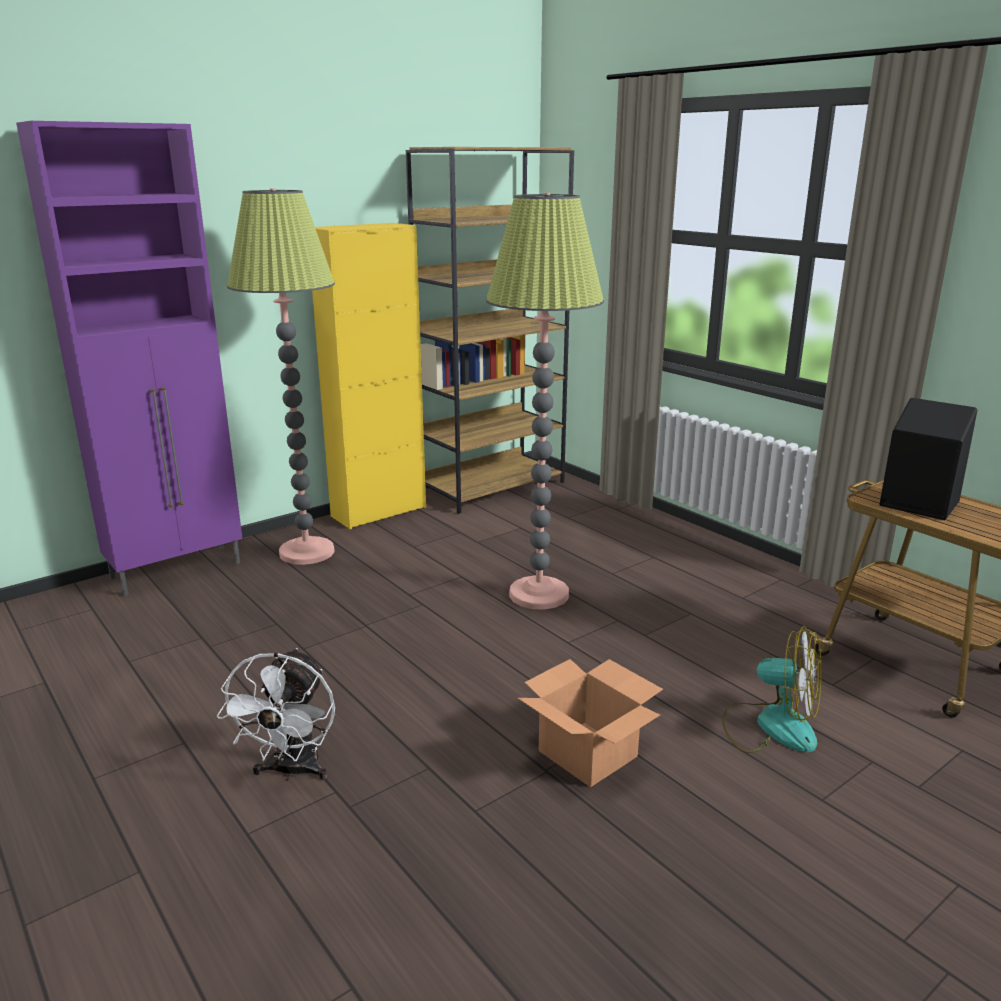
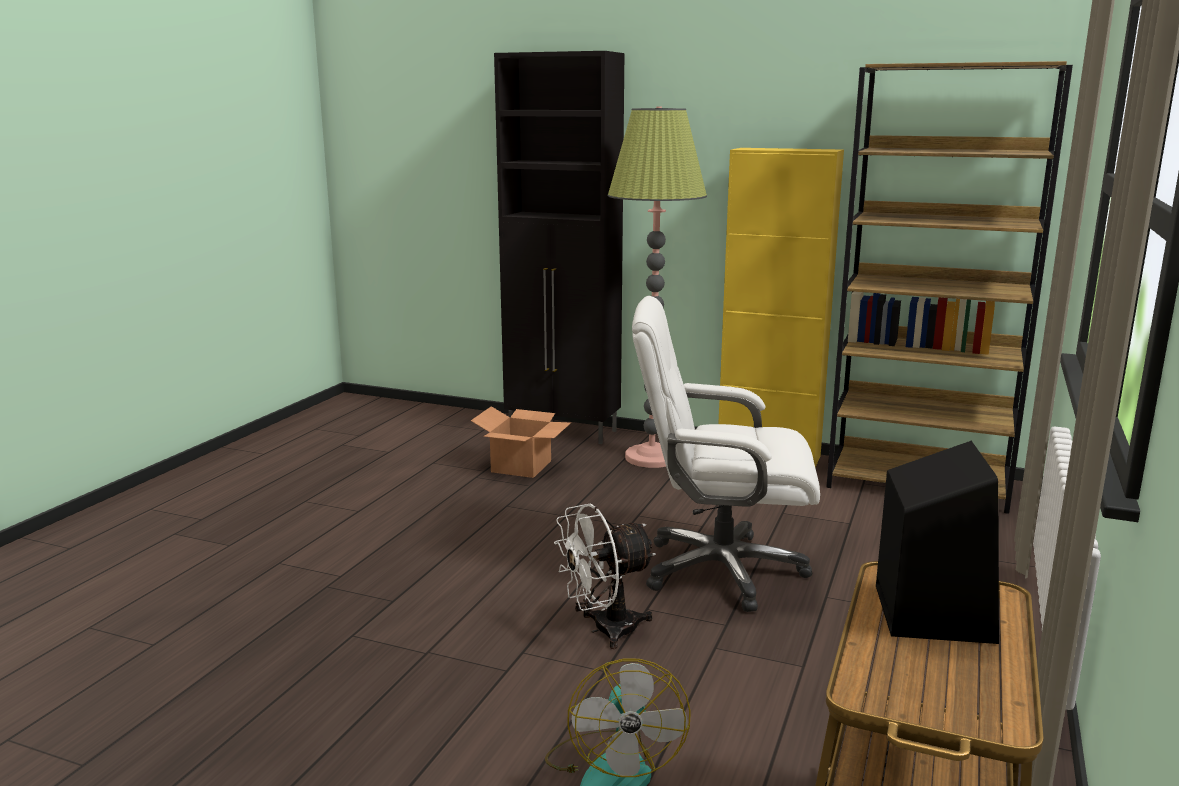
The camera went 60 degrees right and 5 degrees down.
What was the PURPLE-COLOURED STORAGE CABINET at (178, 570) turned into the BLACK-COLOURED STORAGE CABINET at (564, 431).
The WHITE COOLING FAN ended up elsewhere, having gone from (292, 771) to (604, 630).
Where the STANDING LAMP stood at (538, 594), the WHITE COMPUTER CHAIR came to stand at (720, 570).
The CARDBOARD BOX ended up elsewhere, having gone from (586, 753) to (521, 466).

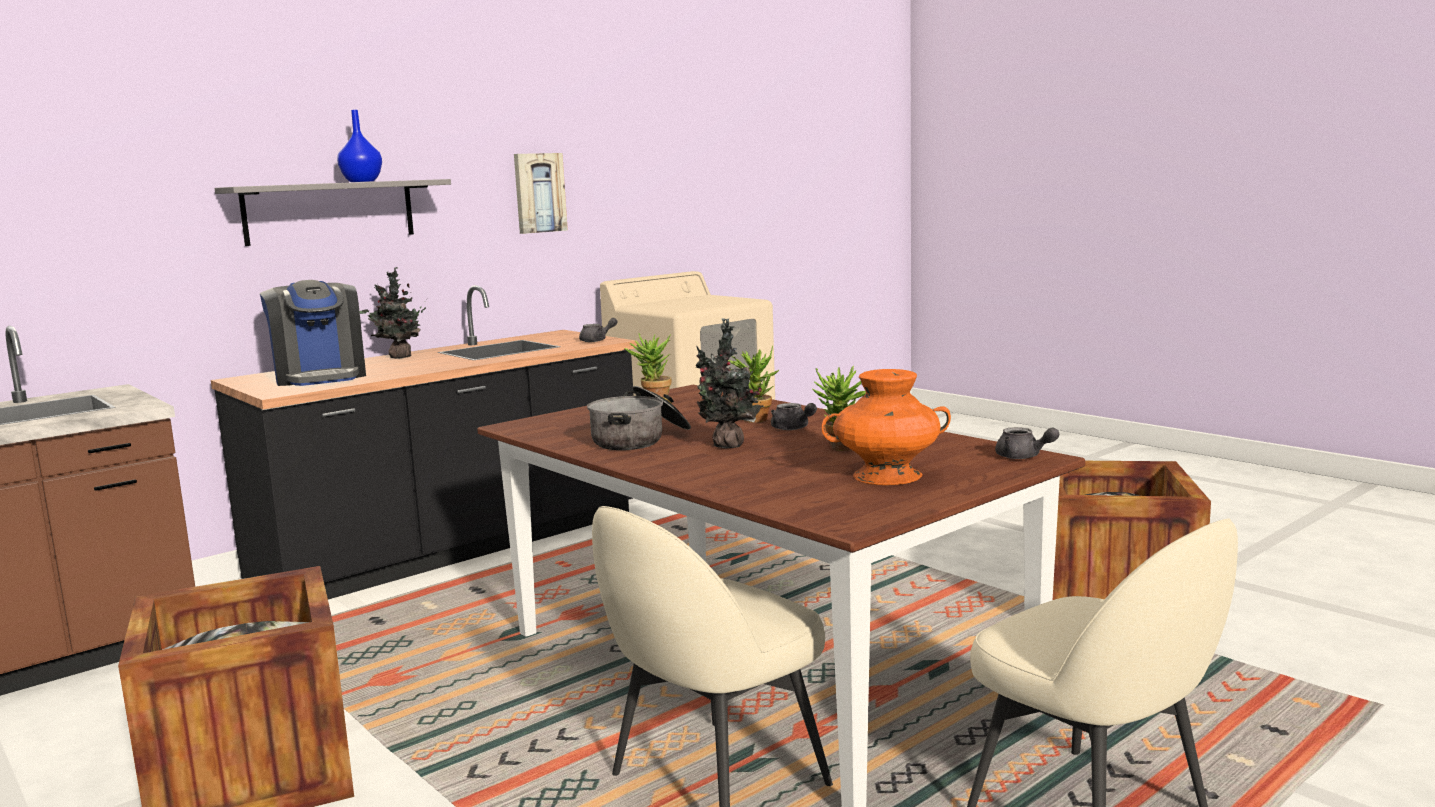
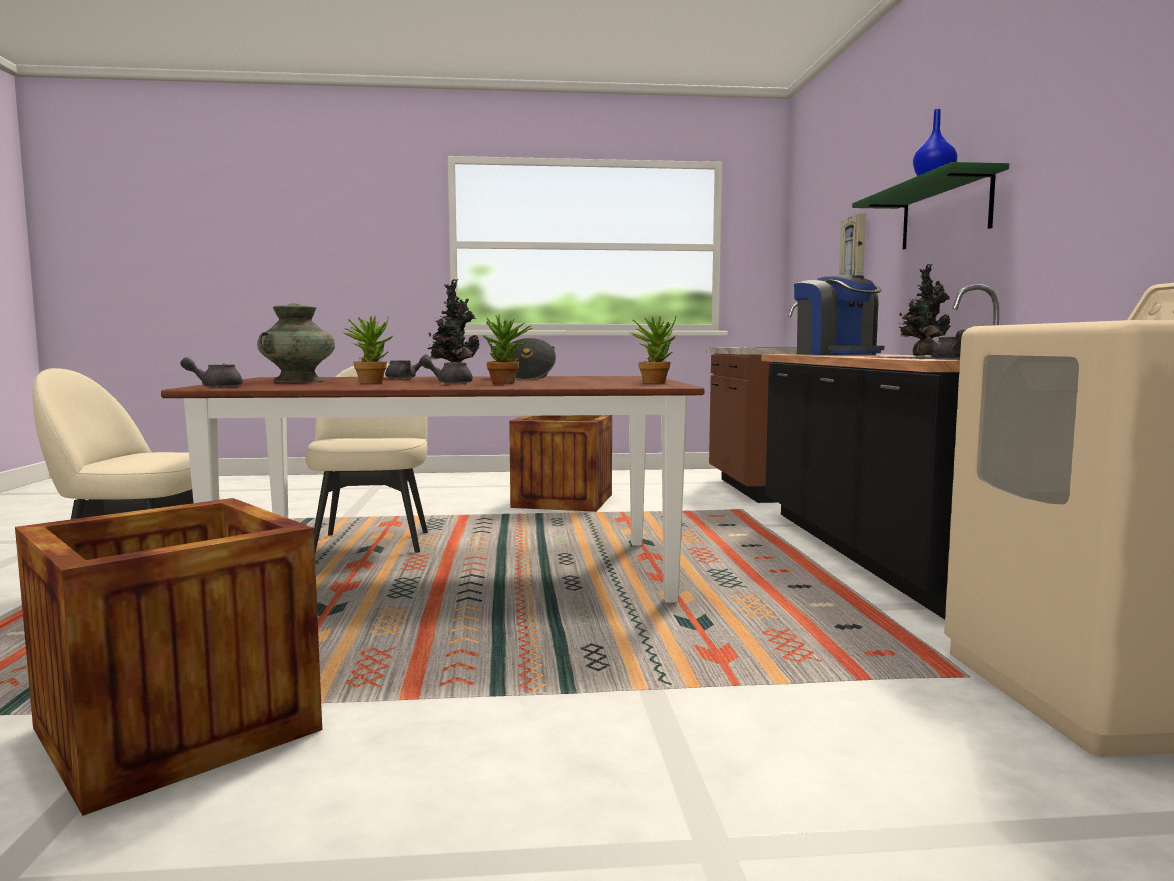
The camera went 125 degrees right and 5 degrees down.
What was the GREY WALL SHELF at (330, 211) turned into the GREEN-COLOURED WALL SHELF at (945, 213).
The COFFEE MAKER at (320, 377) ended up facing another way, 120 degrees counterclockwise from before.
The PICTURE ended up elsewhere, having gone from (539, 193) to (854, 250).
What was the ORANGEY FLOWER VASE at (886, 476) turned into the TURQUOISE FLOWER VASE at (299, 381).
The second view gained the GREY TEAPOT at (406, 378).

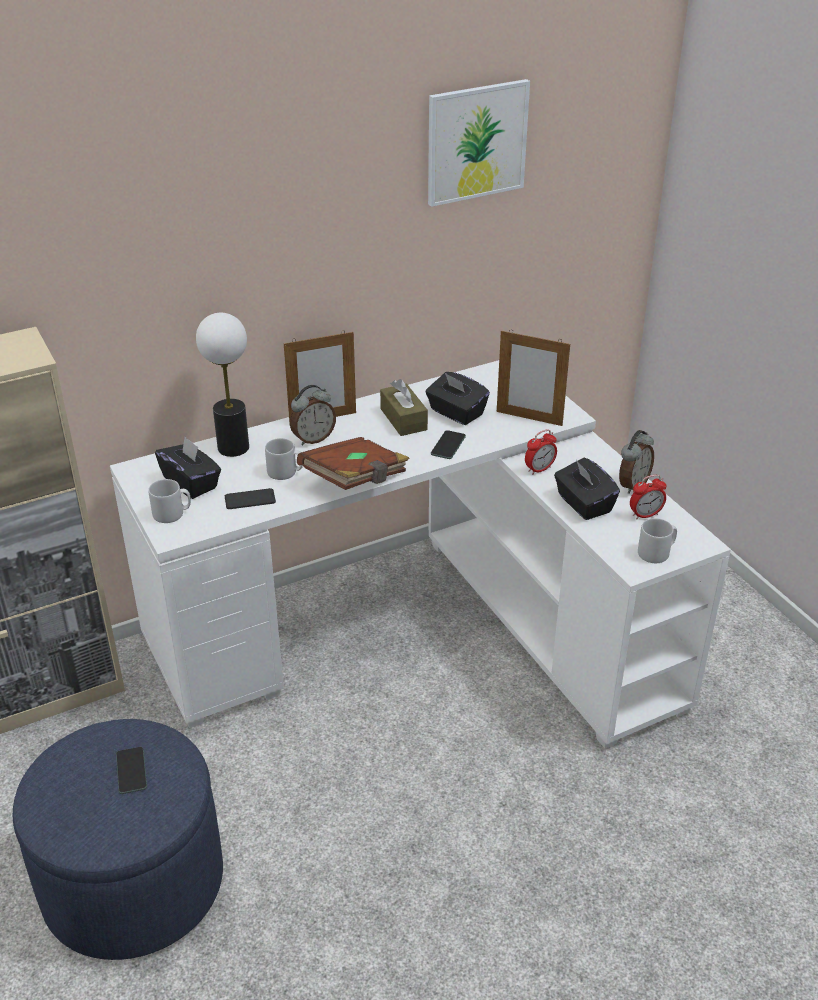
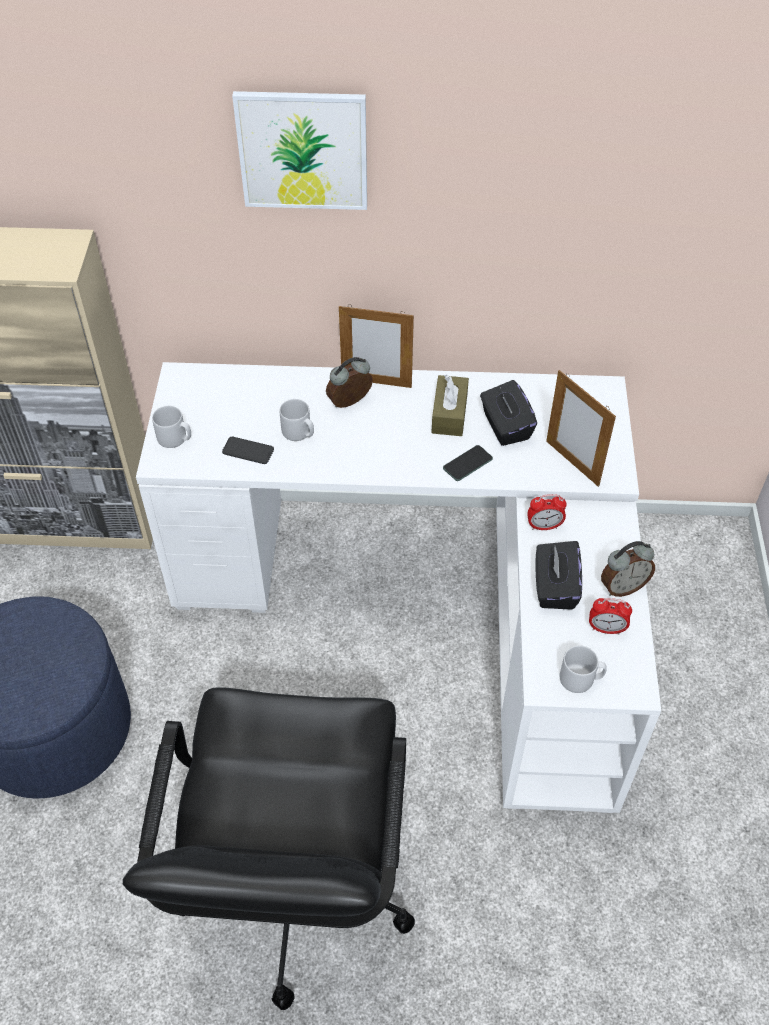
The camera went 30 degrees right and 15 degrees up.
The second view lost the HANDSET at (131, 771).
The second view lost the BLACK-COLOURED TISSUE HOLDER at (191, 483).
The second view lost the TABLETOP LAMP at (233, 447).
The TABLE CLOCK at (313, 439) ended up facing another way, 150 degrees clockwise from before.
The second view lost the BROWN-COLOURED BOOK at (356, 480).
The PICTURE ended up elsewhere, having gone from (476, 142) to (303, 150).
The second view gained the BLACK-COLOURED COMPUTER CHAIR at (294, 885).

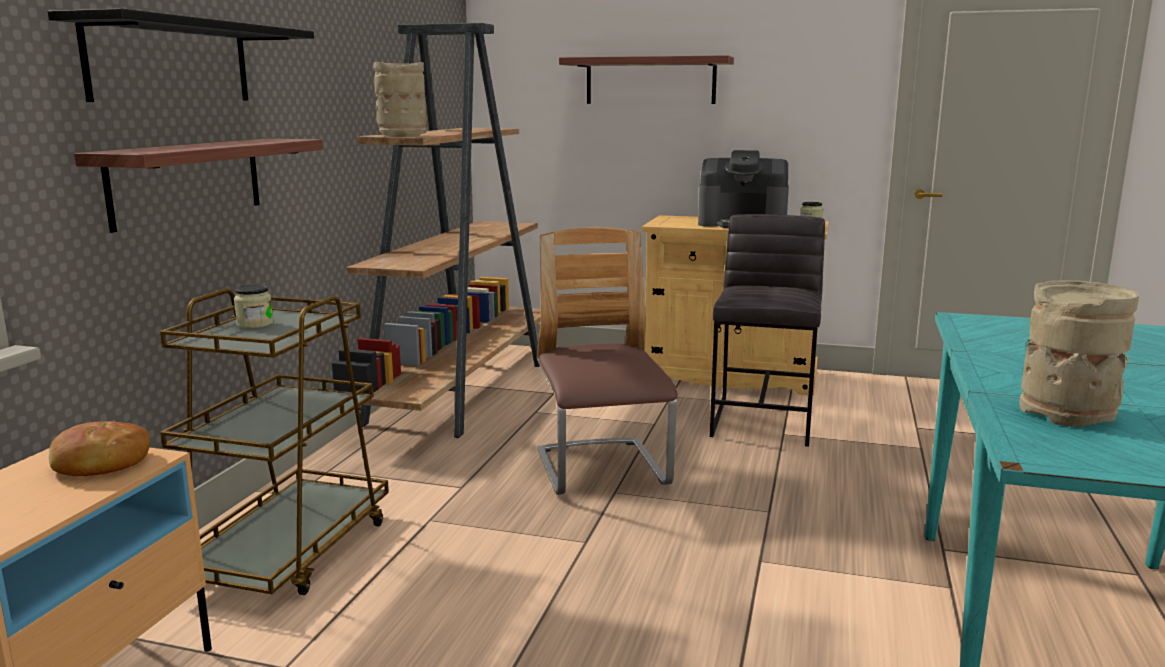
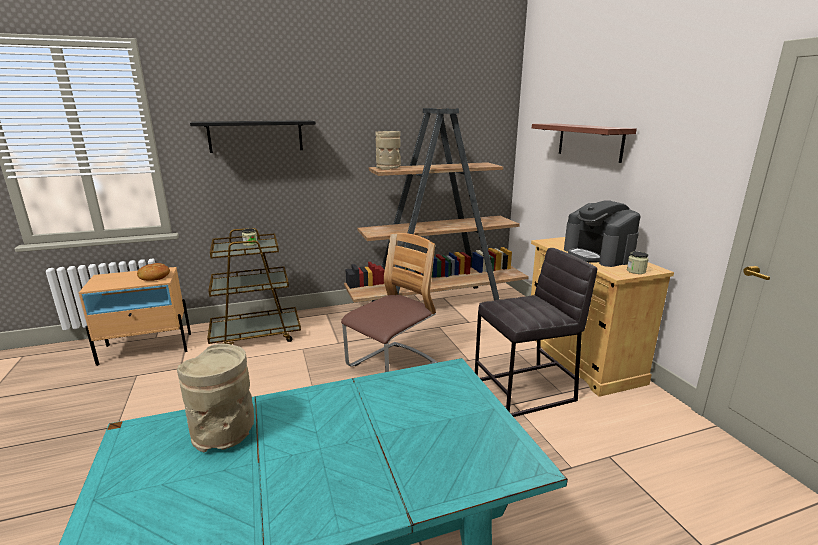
The camera went 55 degrees right and 5 degrees up.
The second view lost the WALL SHELF at (187, 181).

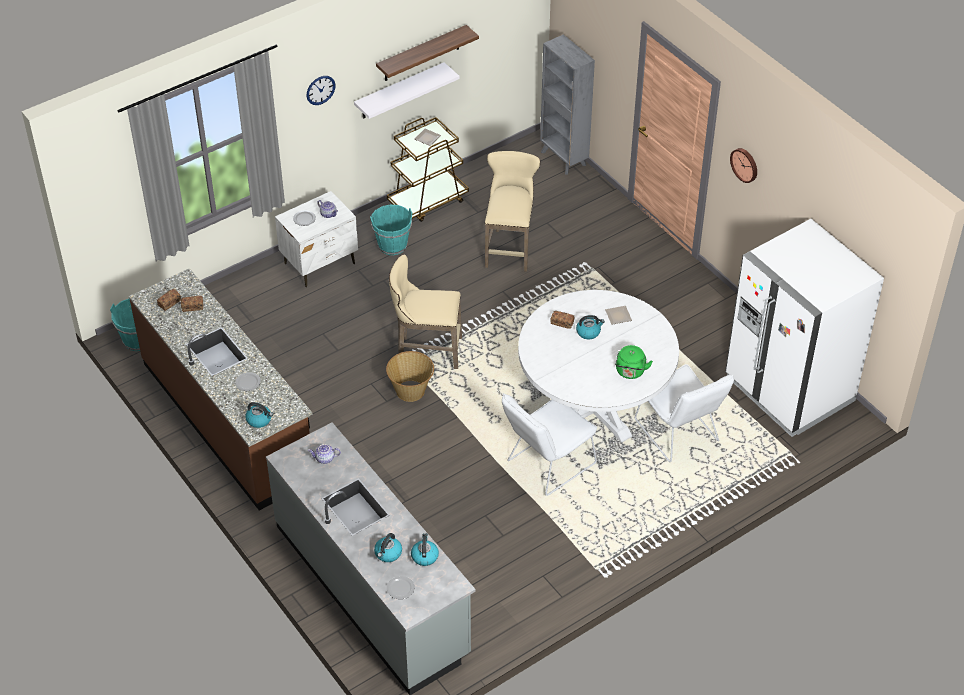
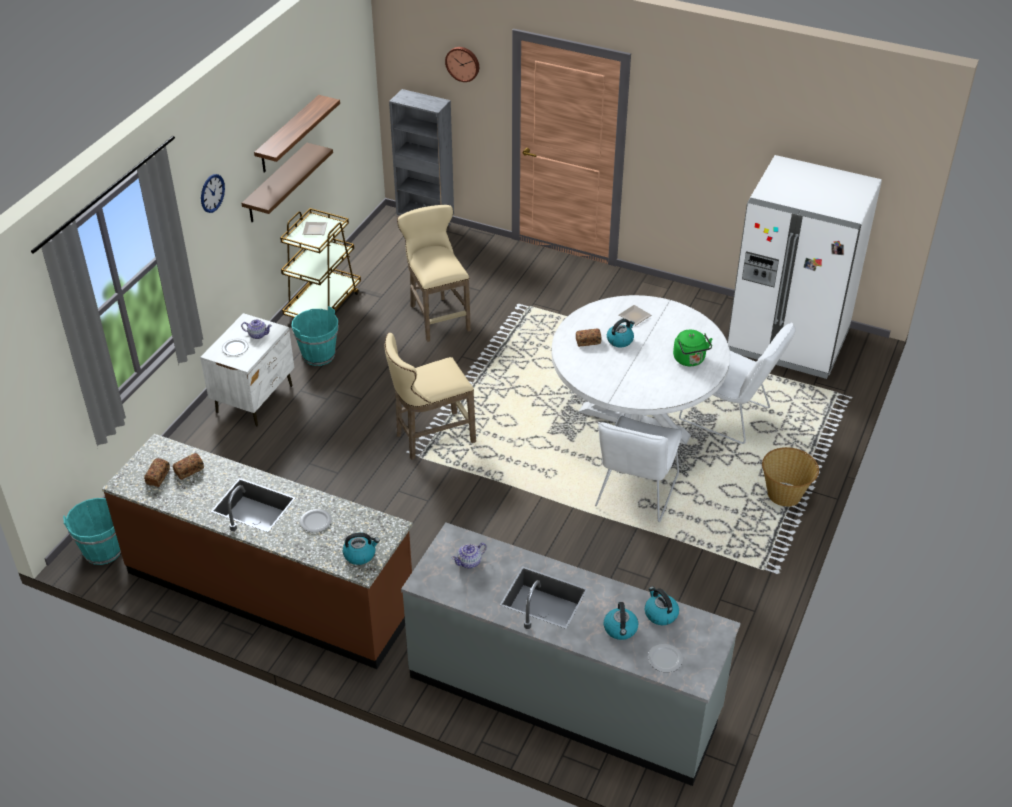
The camera went 30 degrees left and 5 degrees down.
What was the WHITE WALL SHELF at (399, 91) turned into the BROWN-COLOURED WALL SHELF at (276, 184).
The BASKET ended up elsewhere, having gone from (411, 391) to (785, 494).
The WALL CLOCK ended up elsewhere, having gone from (745, 164) to (463, 63).

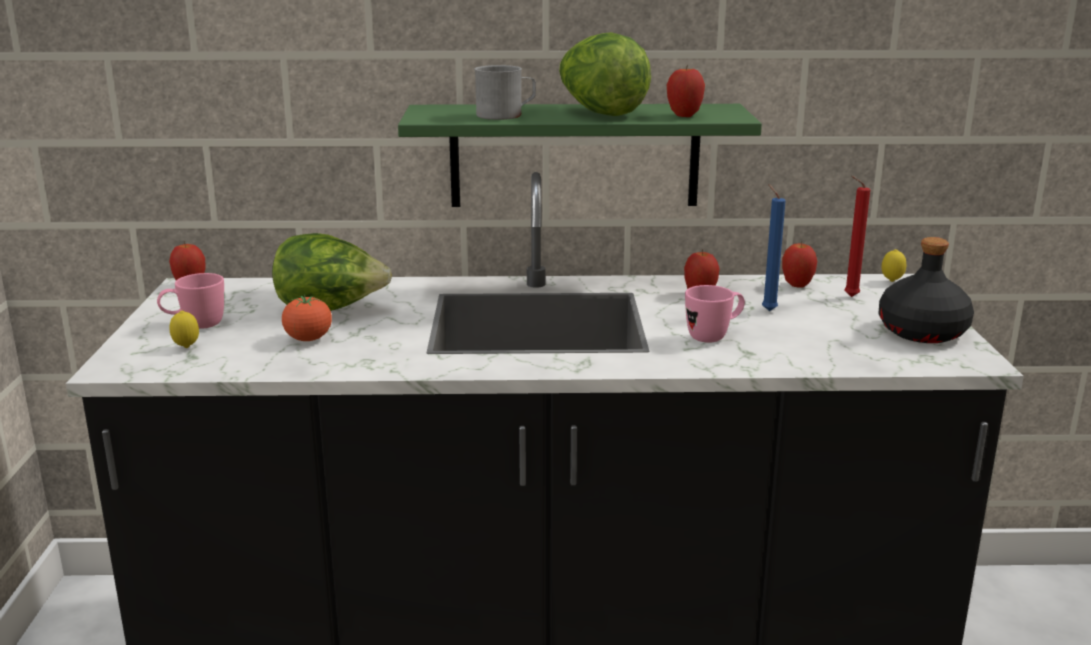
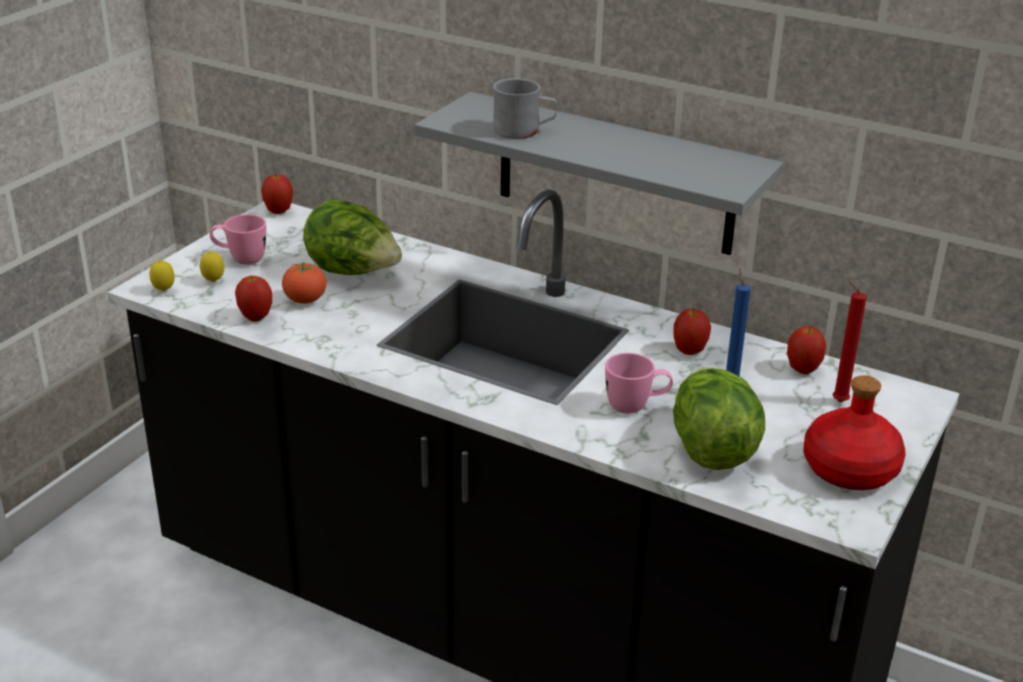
The camera went 30 degrees right and 10 degrees up.
What was the GREEN-COLOURED WALL SHELF at (574, 155) turned into the GREY WALL SHELF at (615, 174).
The HEAD OF LETTUCE ended up elsewhere, having gone from (600, 113) to (711, 448).
The APPLE FRUIT ended up elsewhere, having gone from (684, 116) to (255, 317).
What was the BLACK-COLOURED BOTTLE at (921, 332) turned into the RED BOTTLE at (848, 469).
The WHOLE LEMON ended up elsewhere, having gone from (891, 281) to (164, 291).

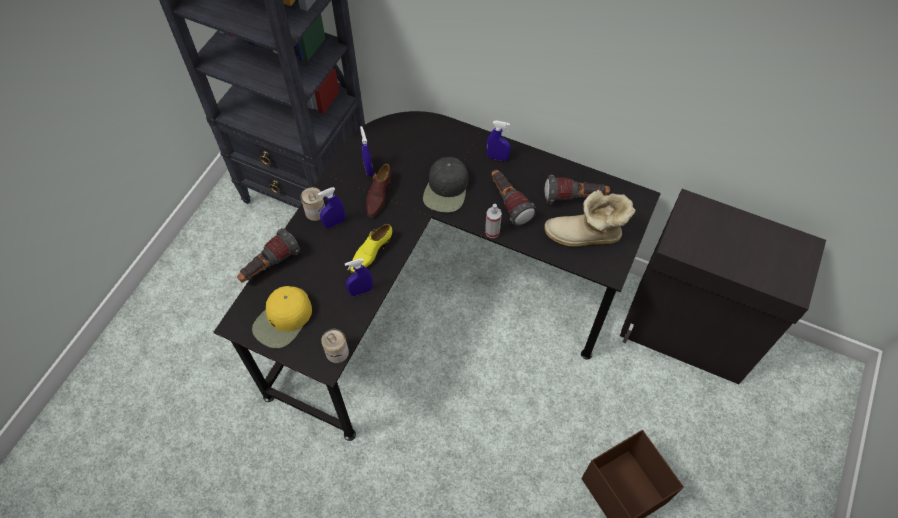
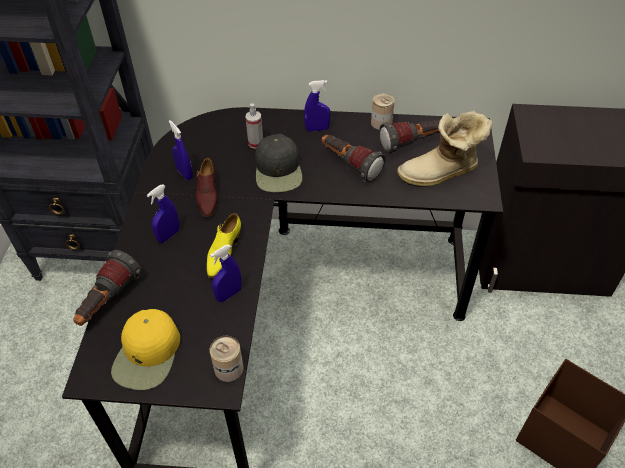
The camera went 20 degrees left and 10 degrees down.
The CAN ended up elsewhere, having gone from (315, 212) to (381, 123).
The SPRAY BOTTLE ended up elsewhere, having gone from (492, 232) to (256, 143).

